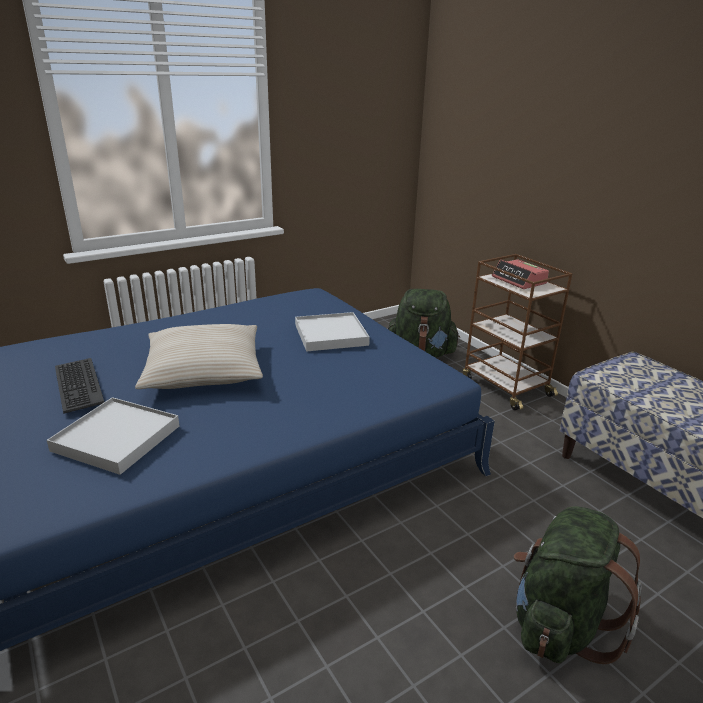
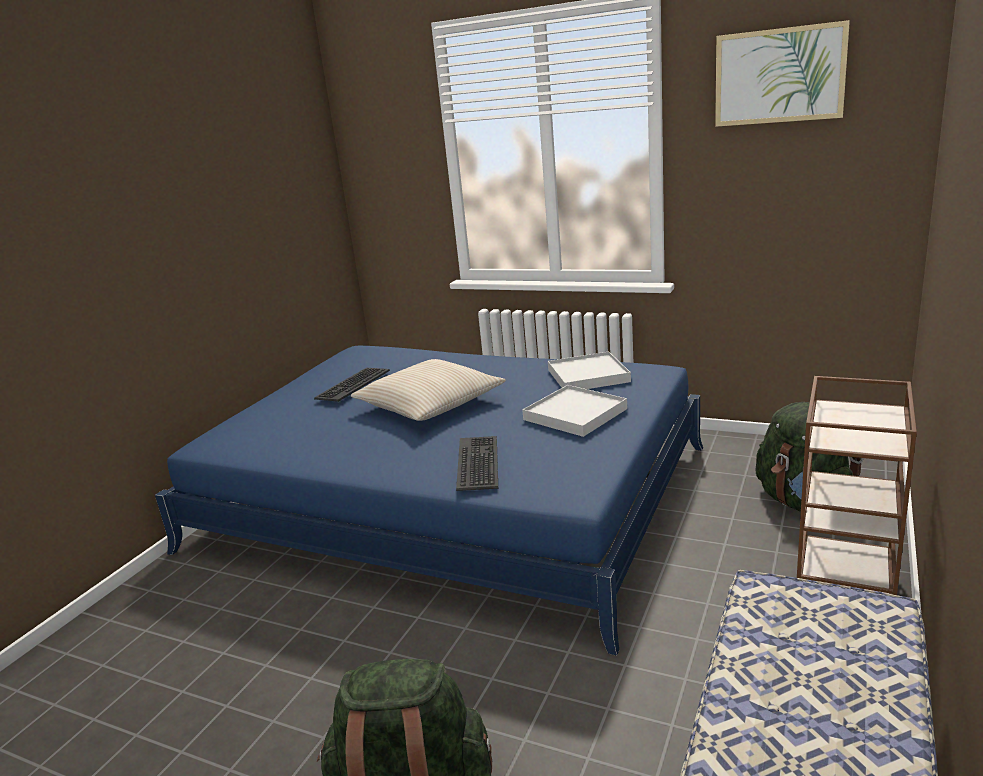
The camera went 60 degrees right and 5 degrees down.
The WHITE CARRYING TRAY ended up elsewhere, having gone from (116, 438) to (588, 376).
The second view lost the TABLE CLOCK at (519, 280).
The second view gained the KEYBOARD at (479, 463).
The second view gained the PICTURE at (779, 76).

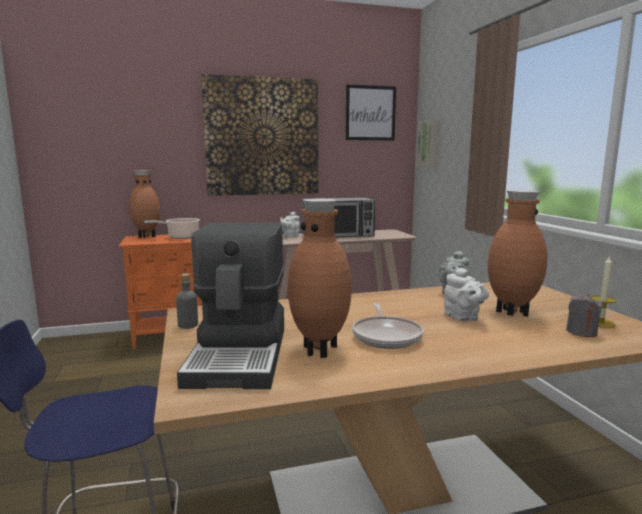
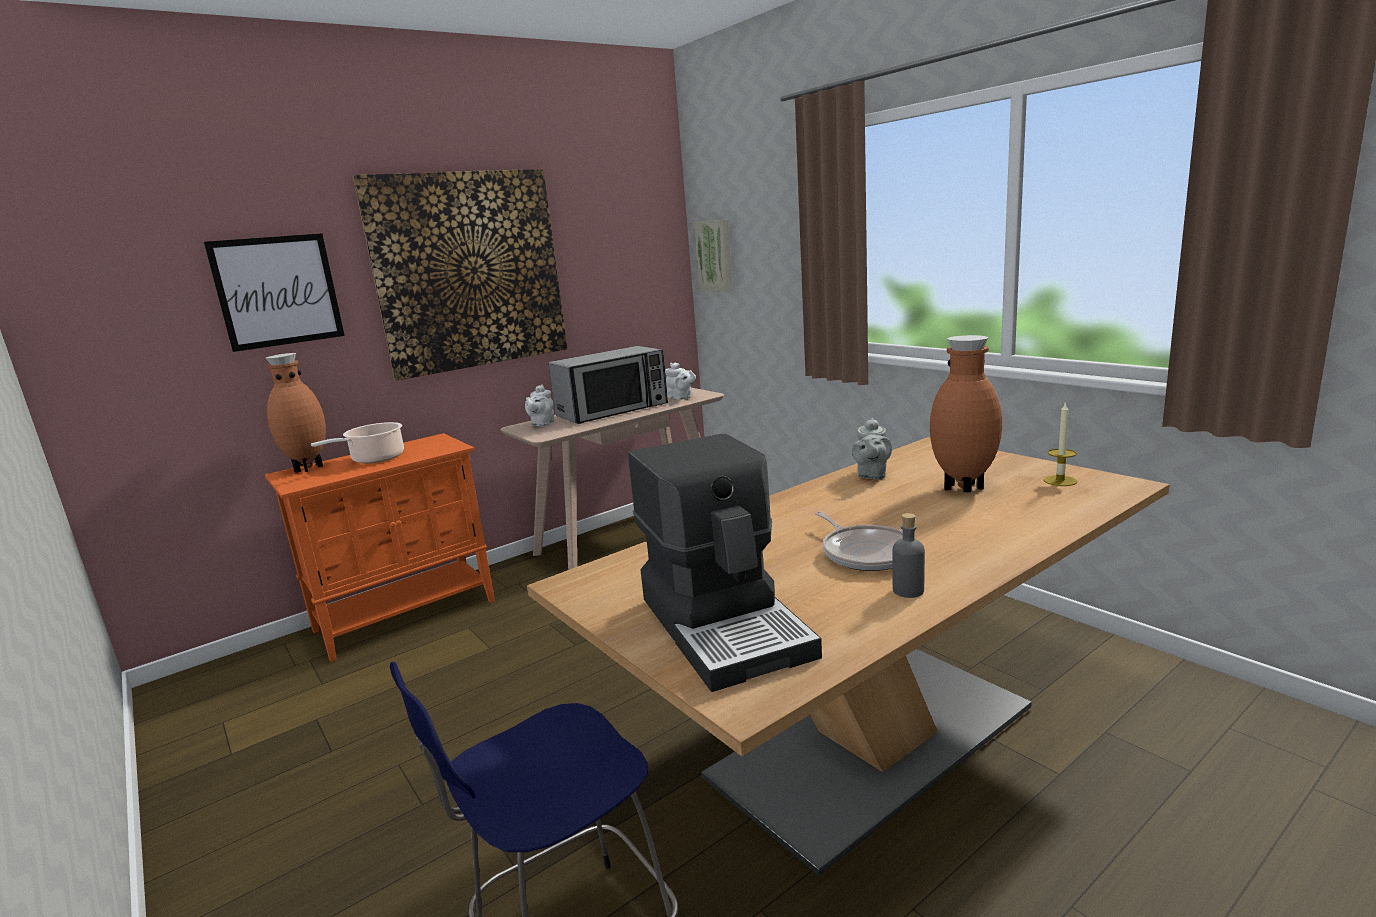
The camera went 20 degrees left and 5 degrees up.
The GREY BOTTLE ended up elsewhere, having gone from (188, 325) to (908, 590).
The second view lost the BROWN-COLOURED FLOWER VASE at (321, 350).
The PICTURE ended up elsewhere, having gone from (370, 113) to (277, 291).
The WHITE TEAPOT ended up elsewhere, having gone from (463, 317) to (681, 398).
The second view lost the GREY WAX LIGHT at (581, 332).

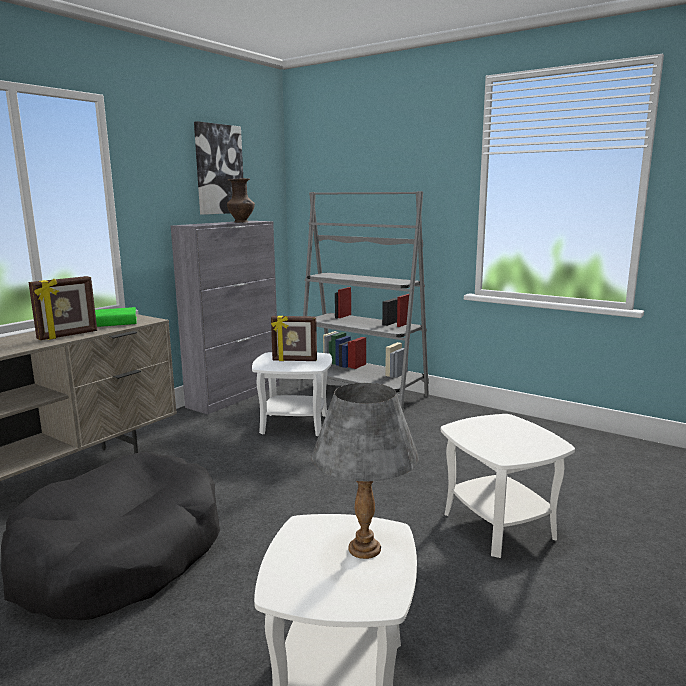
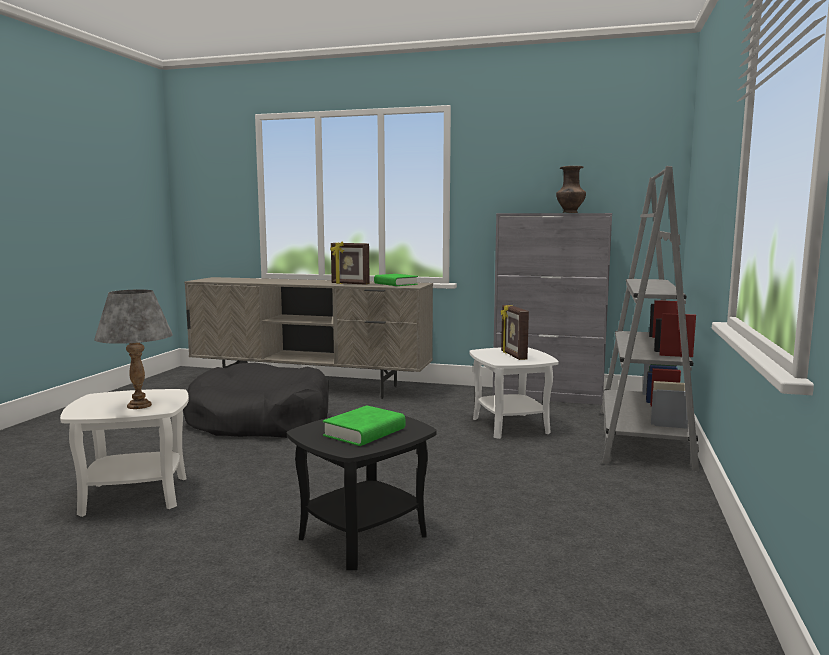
The camera went 70 degrees right and 5 degrees down.
The second view lost the PICTURE at (218, 169).
What was the WHITE END TABLE at (499, 525) turned into the BLACK-COLOURED END TABLE at (363, 536).
The second view gained the GREEN-COLOURED BOOK at (364, 432).

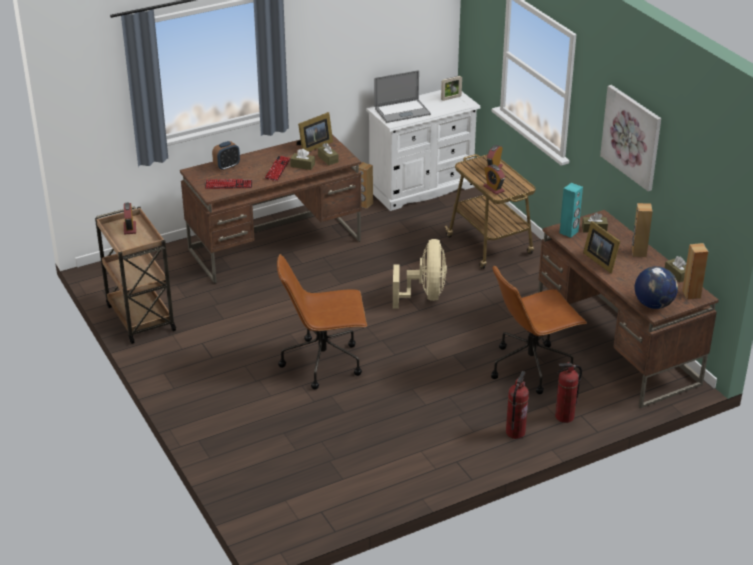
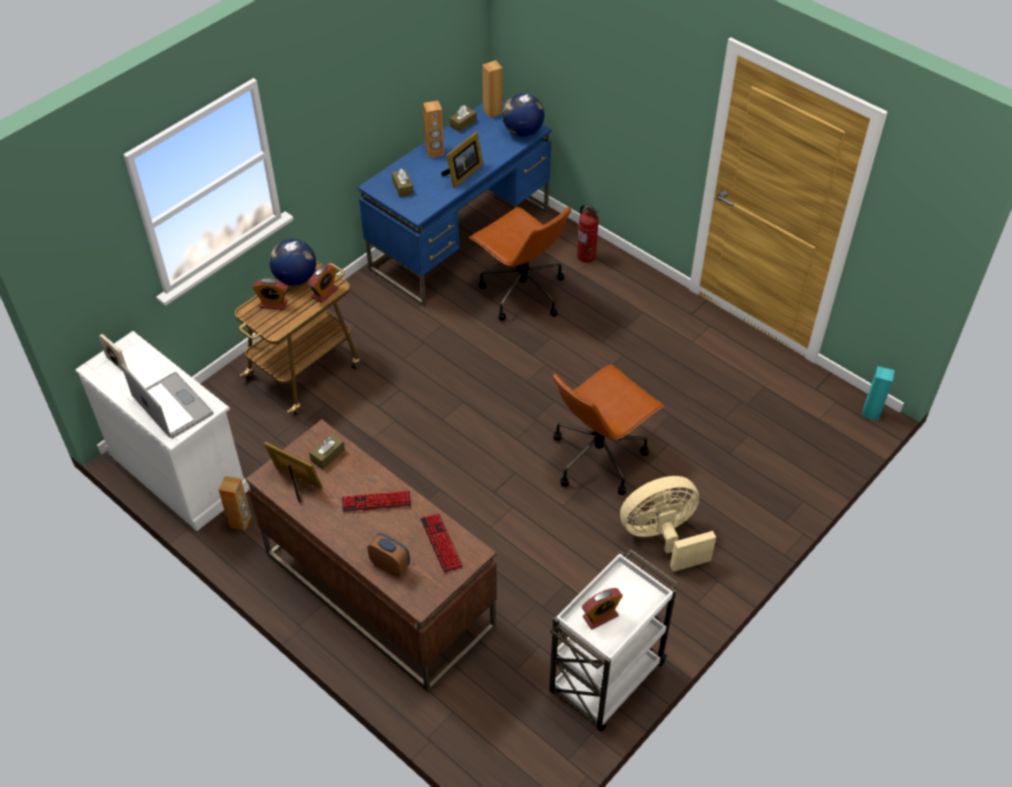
The camera went 110 degrees left and 15 degrees up.
What was the BROWN-COLOURED CART at (140, 317) turned into the WHITE CART at (605, 680).
The BROWN-COLOURED COMPUTER CHAIR at (324, 362) ended up facing another way, 75 degrees clockwise from before.
The second view lost the BROWN-COLOURED TISSUE HOLDER at (302, 165).
The BEIGE-COLOURED COOLING FAN ended up elsewhere, having gone from (424, 296) to (662, 537).
The second view lost the EXTINGUISHER at (515, 432).
What was the BROWN-COLOURED DESK TABLE at (617, 347) turned into the BLUE DESK TABLE at (460, 239).
The TURQUOISE SPEAKER ended up elsewhere, having gone from (569, 232) to (871, 412).
The second view lost the PICTURE at (632, 137).
The second view gained the DESK GLOBE at (295, 278).

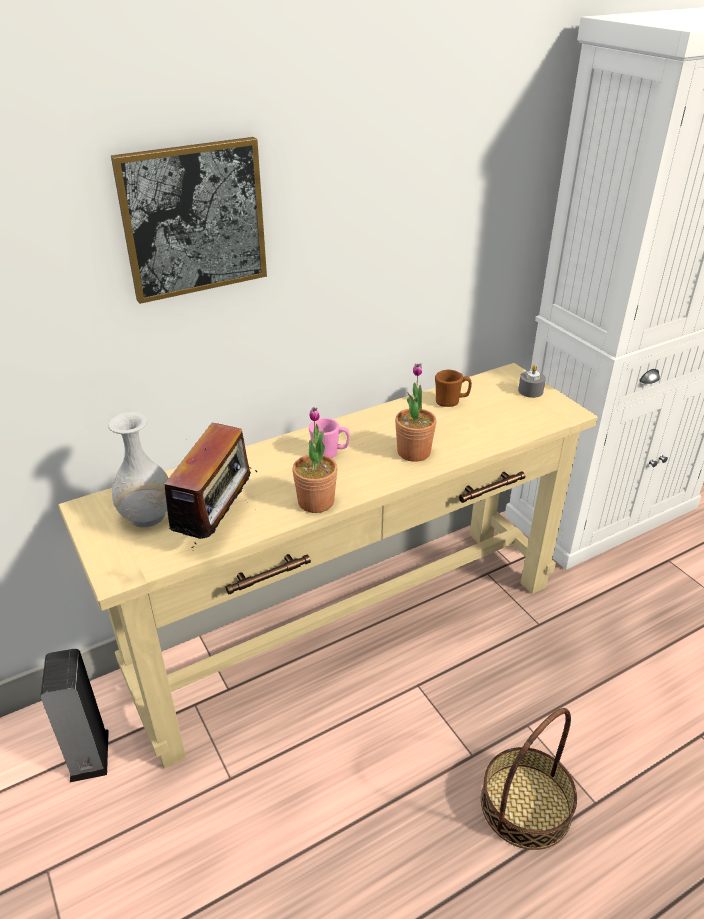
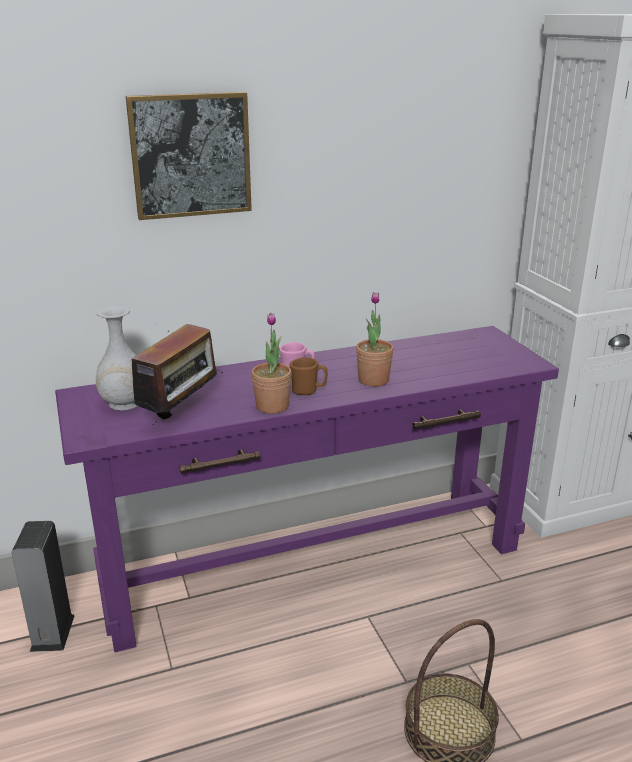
The camera went 10 degrees right and 10 degrees down.
What was the BEIGE-COLOURED CONSOLE TABLE at (349, 629) turned into the PURPLE-COLOURED CONSOLE TABLE at (314, 563).
The BROWN-COLOURED TEA MUG ended up elsewhere, having gone from (451, 402) to (308, 391).
The second view lost the GREY WAX LIGHT at (530, 391).

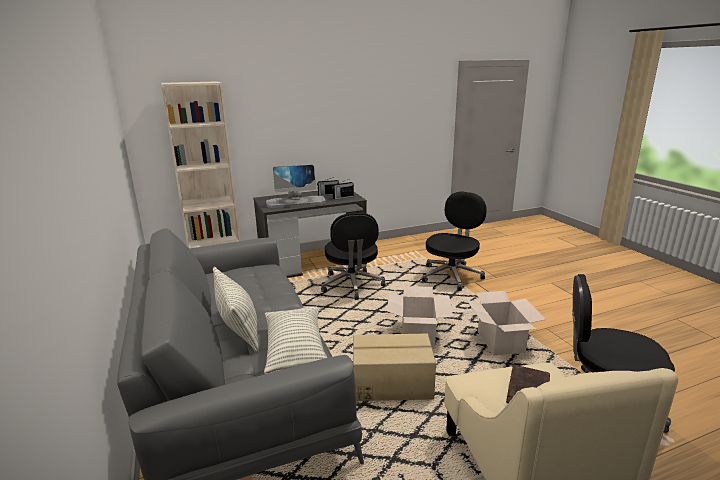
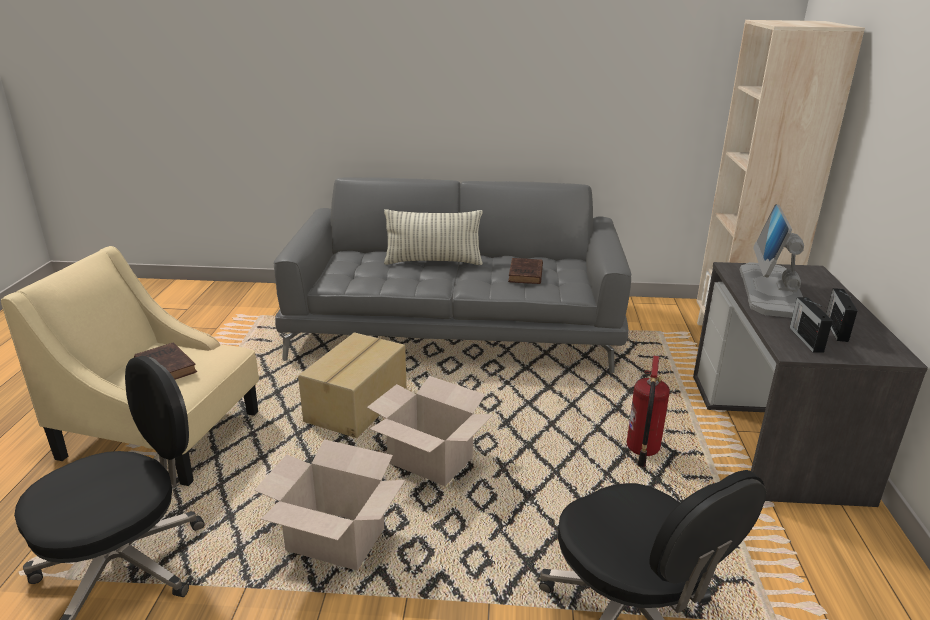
The camera went 115 degrees right and 5 degrees up.
The second view lost the CUSHION at (295, 350).
Where the BLACK-COLOURED COMPUTER CHAIR stood at (352, 285), the EXTINGUISHER came to stand at (642, 450).
The second view gained the BROWN-COLOURED BOOK at (525, 274).

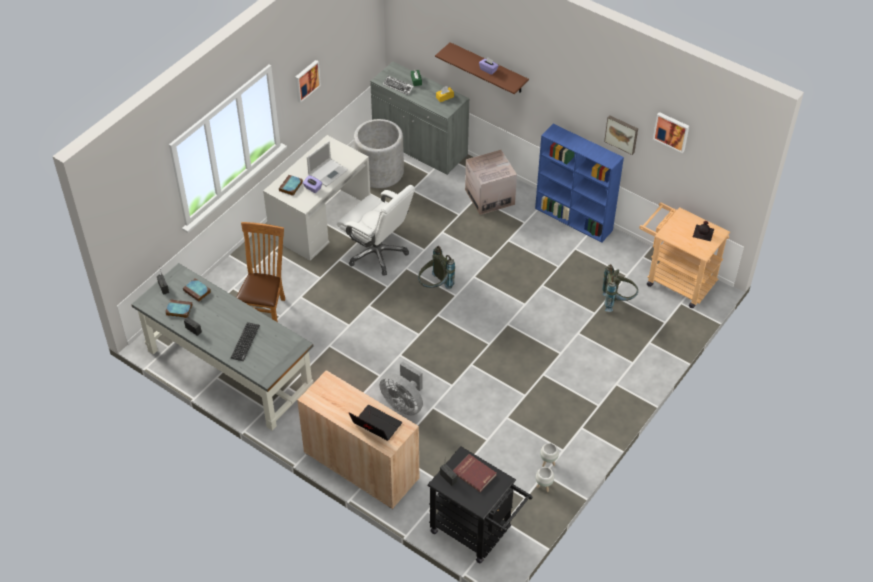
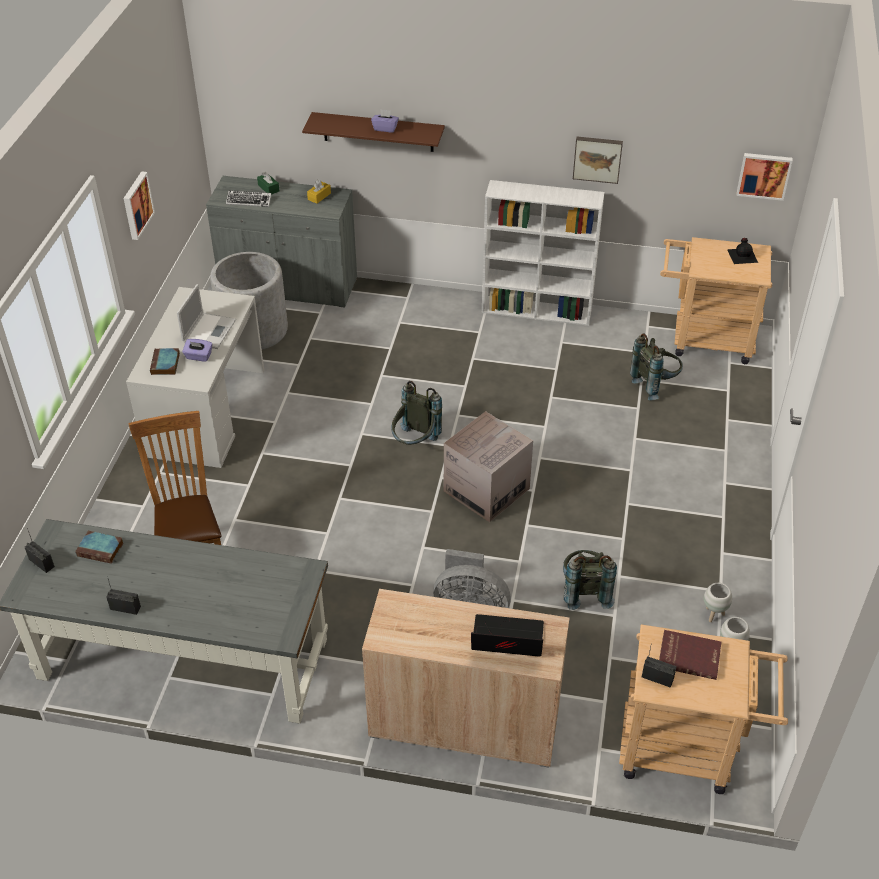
The camera went 25 degrees left and 5 degrees down.
The second view lost the BOOK at (178, 310).
The second view lost the KEYBOARD at (245, 342).
The second view lost the WHITE COMPUTER CHAIR at (377, 253).
What was the BLACK-COLOURED CART at (476, 532) turned into the BEIGE-COLOURED CART at (687, 751).
The CARDBOARD BOX ended up elsewhere, having gone from (489, 197) to (486, 490).
What was the BLUE BOOKCASE at (574, 219) turned into the WHITE BOOKCASE at (538, 310).
The PICTURE ended up elsewhere, having gone from (671, 131) to (764, 175).
The second view gained the GREY RUCKSACK at (584, 591).

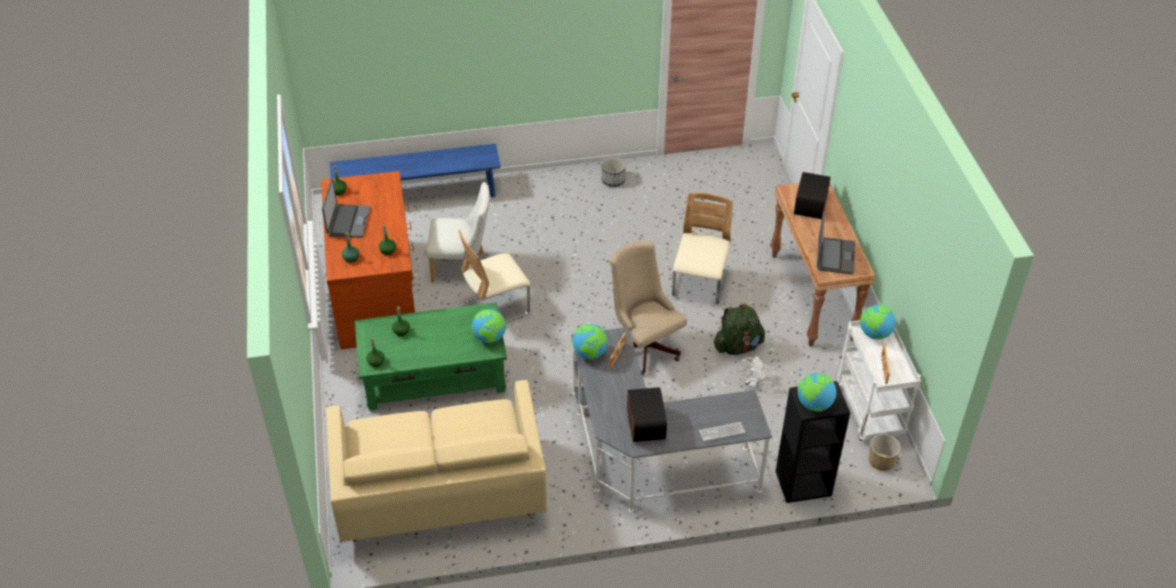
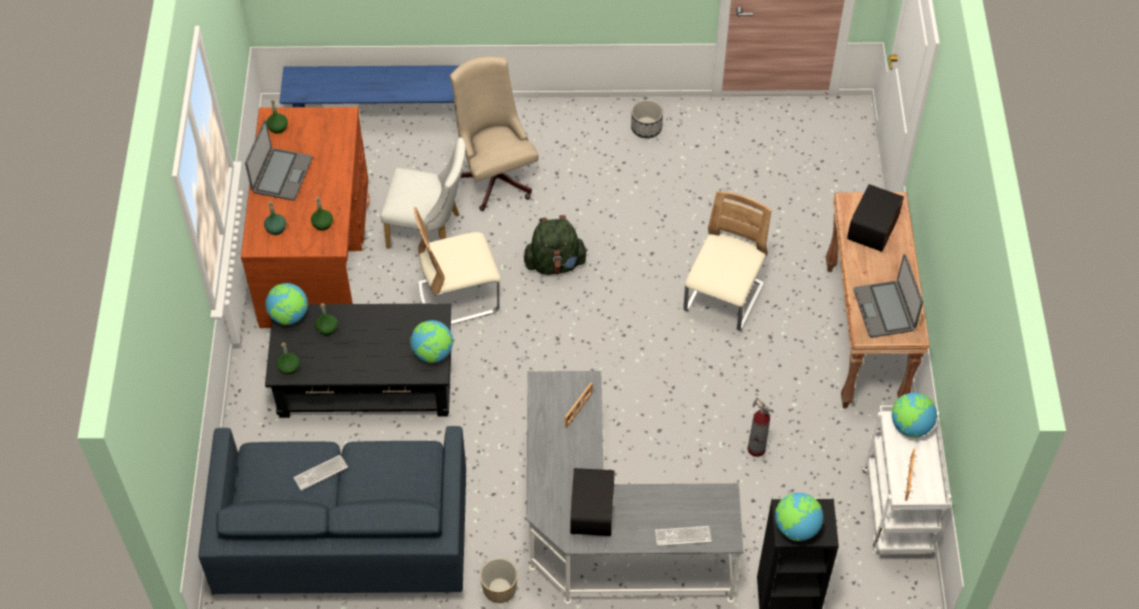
The camera went 10 degrees right and 10 degrees up.
What was the BEIGE-COLOURED SETTEE at (440, 489) turned into the BLUE SETTEE at (344, 538).
What was the GREEN-COLOURED LOW TABLE at (433, 376) turned into the BLACK-COLOURED LOW TABLE at (365, 381).
The DESK GLOBE ended up elsewhere, having gone from (590, 353) to (289, 316).
The BEIGE-COLOURED COMPUTER CHAIR ended up elsewhere, having gone from (643, 345) to (494, 175).
The GREEN-COLOURED RUCKSACK ended up elsewhere, having gone from (738, 346) to (555, 263).
Where the WHITE COOLING FAN stood at (751, 383), the EXTINGUISHER came to stand at (756, 449).
The PORTABLE COMPUTER at (835, 256) ended up facing another way, 150 degrees clockwise from before.
The FLOWER POT ended up elsewhere, having gone from (881, 461) to (499, 589).
The second view gained the KEYBOARD at (320, 473).

